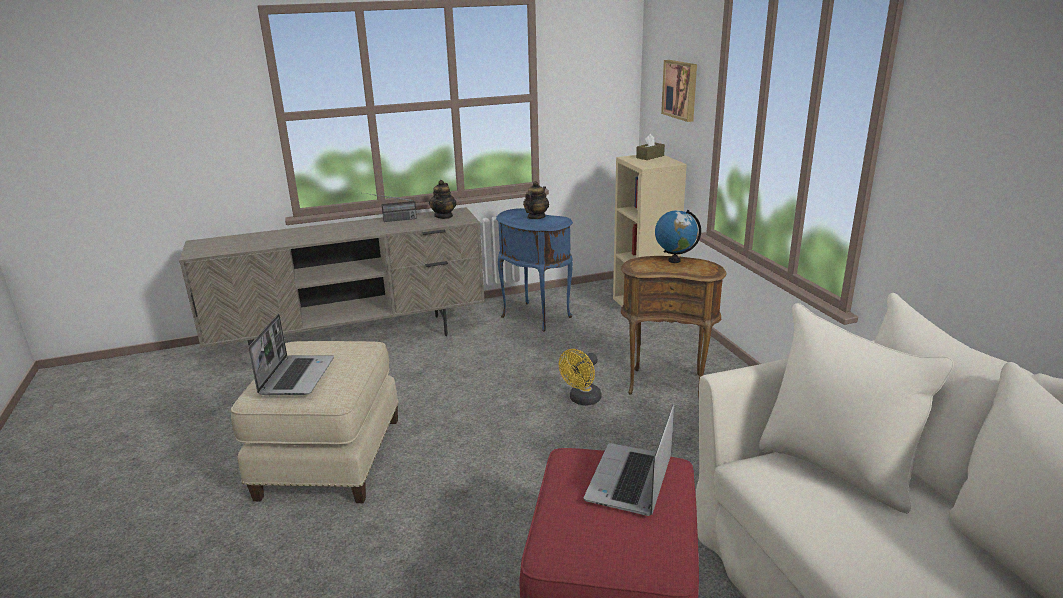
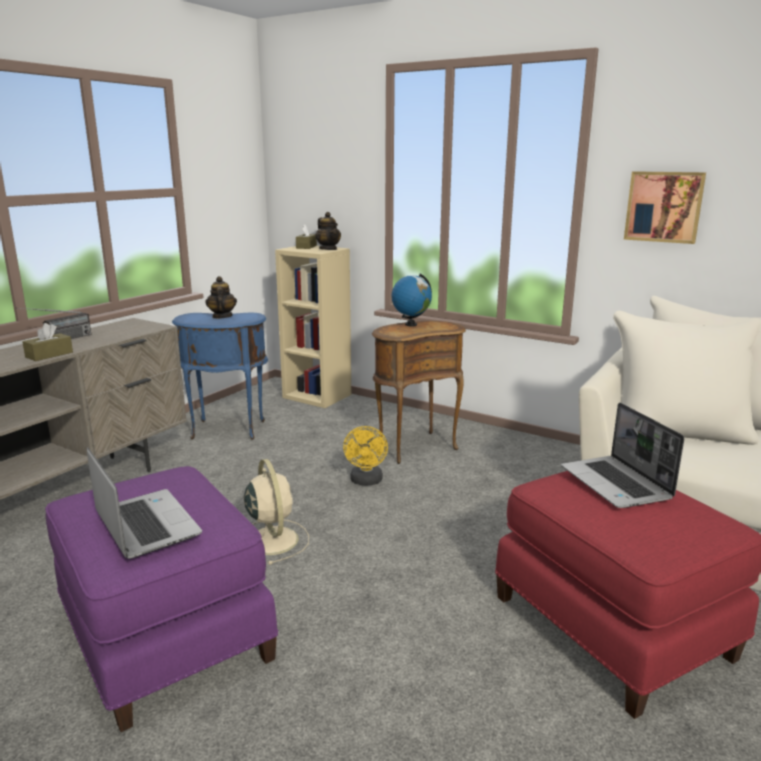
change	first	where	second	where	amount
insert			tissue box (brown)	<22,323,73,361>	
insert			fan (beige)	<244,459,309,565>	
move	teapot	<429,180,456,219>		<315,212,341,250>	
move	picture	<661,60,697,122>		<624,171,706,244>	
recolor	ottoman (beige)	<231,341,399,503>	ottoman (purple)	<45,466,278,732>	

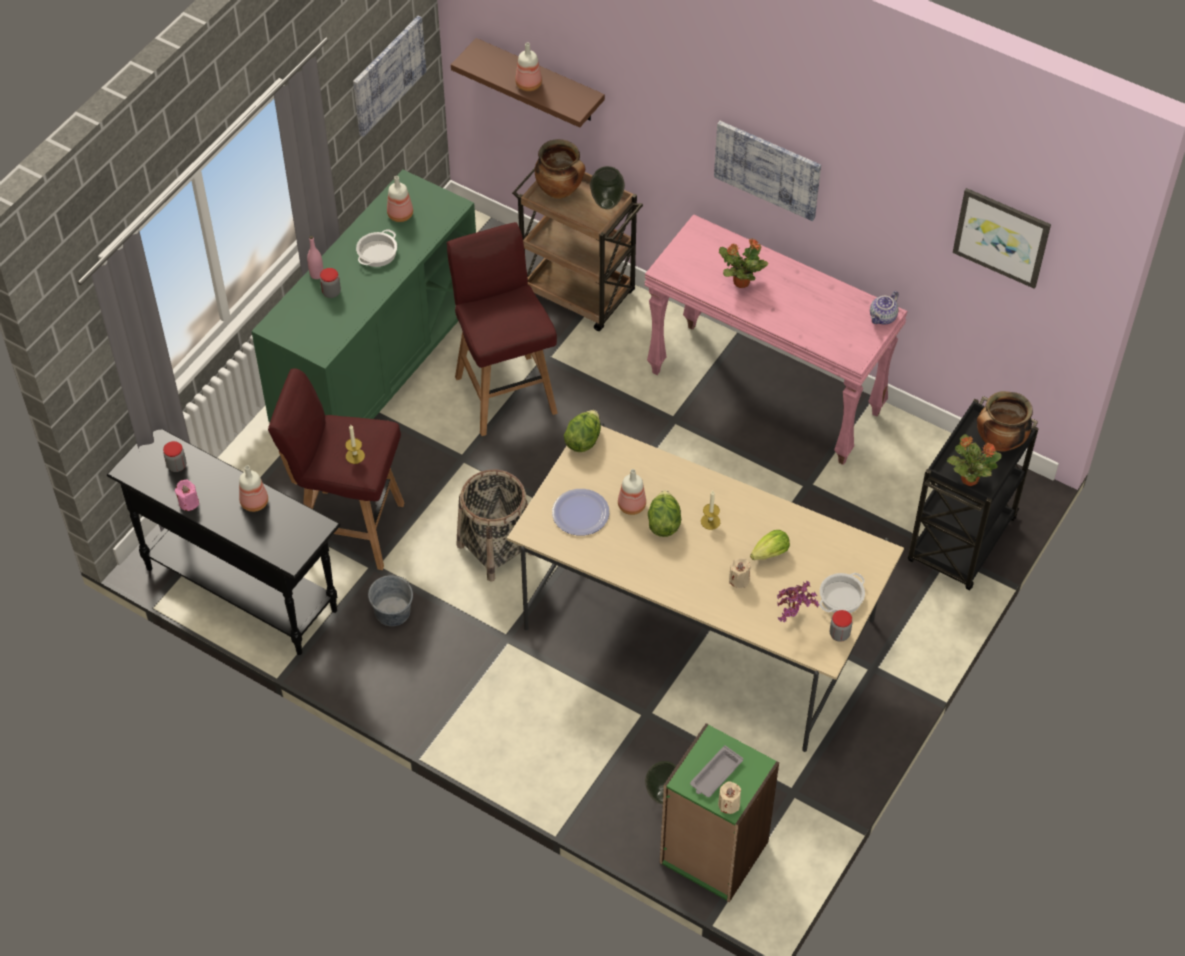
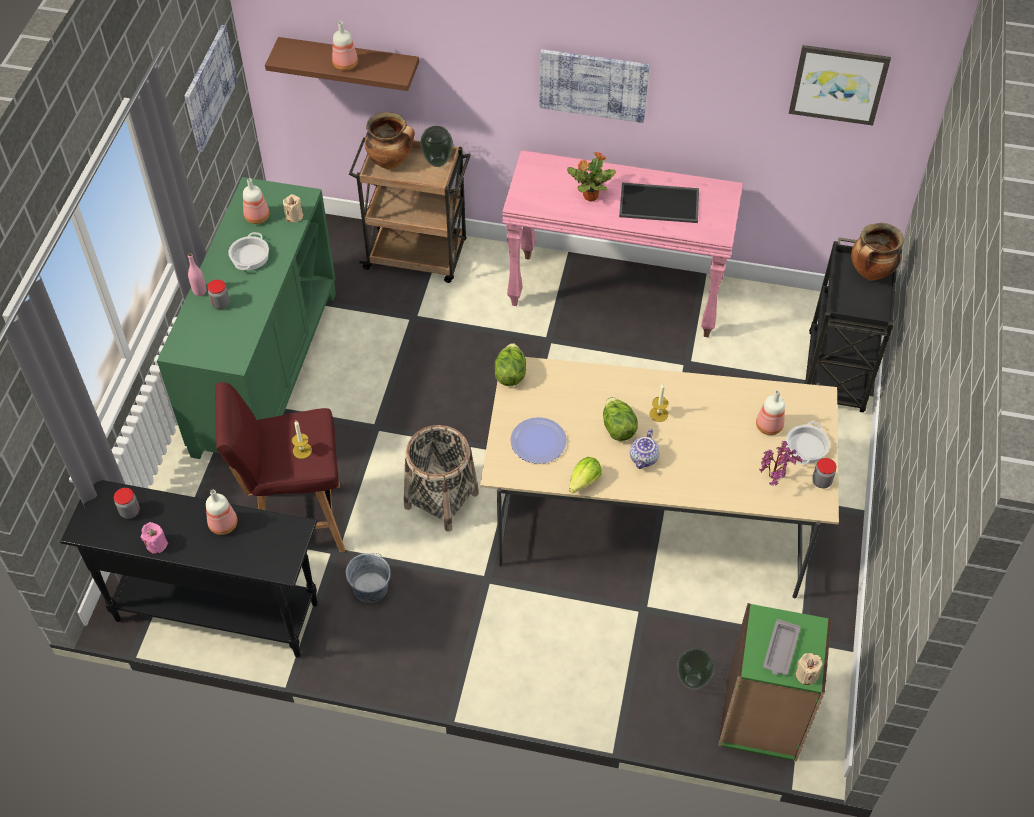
change	first	where	second	where	amount
delete	stool (red)	<447,222,557,436>			
delete	potted plant	<947,434,1002,486>			
insert			tray	<619,183,699,223>	
move	bottle	<618,469,646,515>		<756,390,785,435>	
move	candle (beige)	<729,558,751,588>		<283,194,303,222>	
move	lettuce	<750,530,790,560>		<569,457,601,493>	
move	teapot	<870,291,899,324>		<630,429,660,469>	

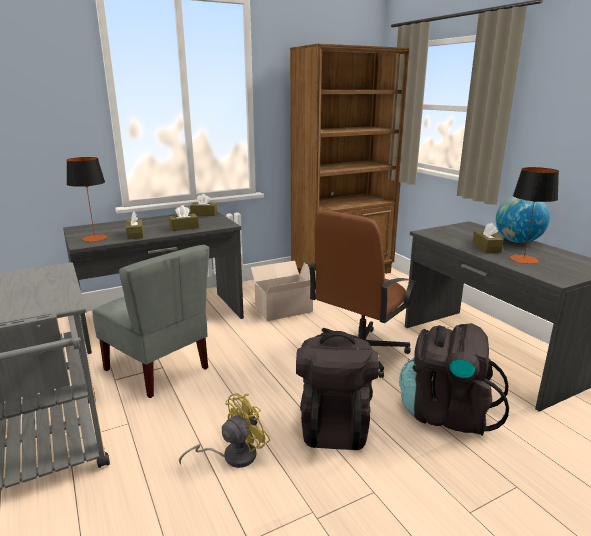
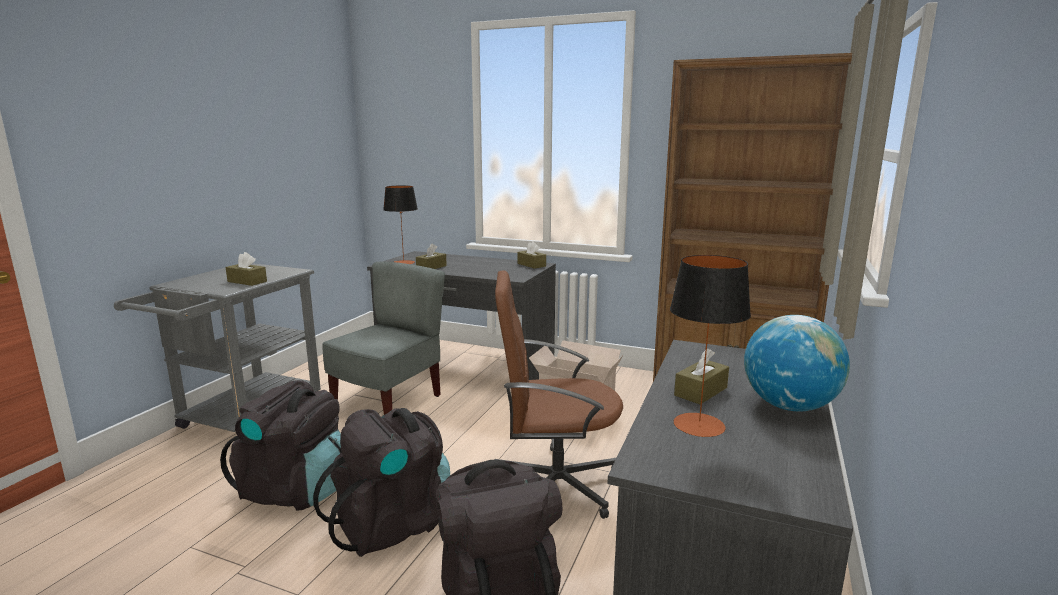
change	first	where	second	where	amount
move	tissue box (brown)	<169,205,199,231>		<226,252,267,286>	
replace	fan (yellow)	<179,393,270,468>	backpack (black)	<220,380,341,511>	
rotate	chair (grey)	<92,245,209,398>		<322,262,445,415>	150 degrees counterclockwise

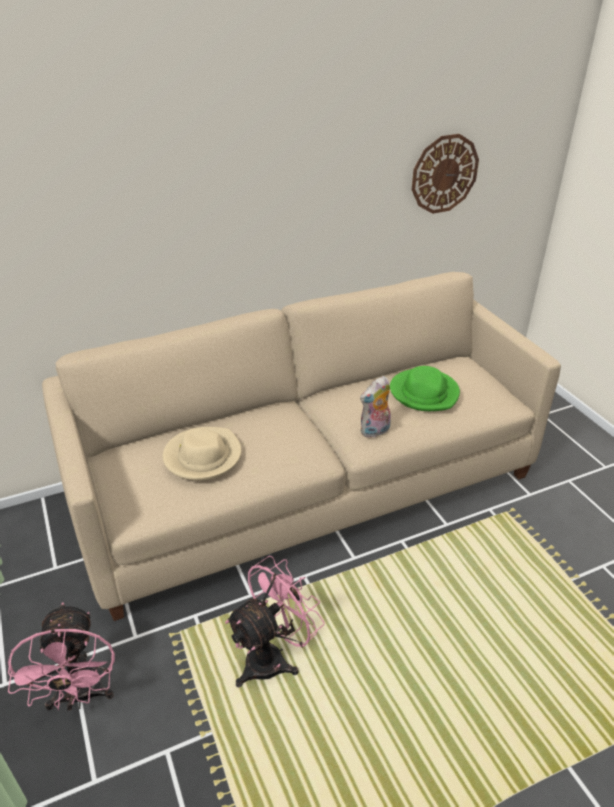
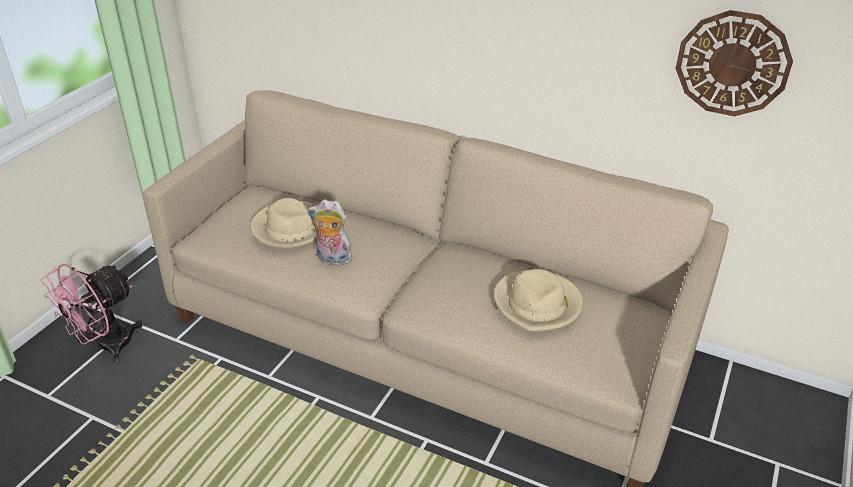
change	first	where	second	where	amount
delete	fan (pink)	<225,556,325,687>			
move	plush toy	<360,376,391,438>		<307,199,354,266>	
recolor	hat (green)	<390,366,460,411>	hat (beige)	<494,269,583,332>	

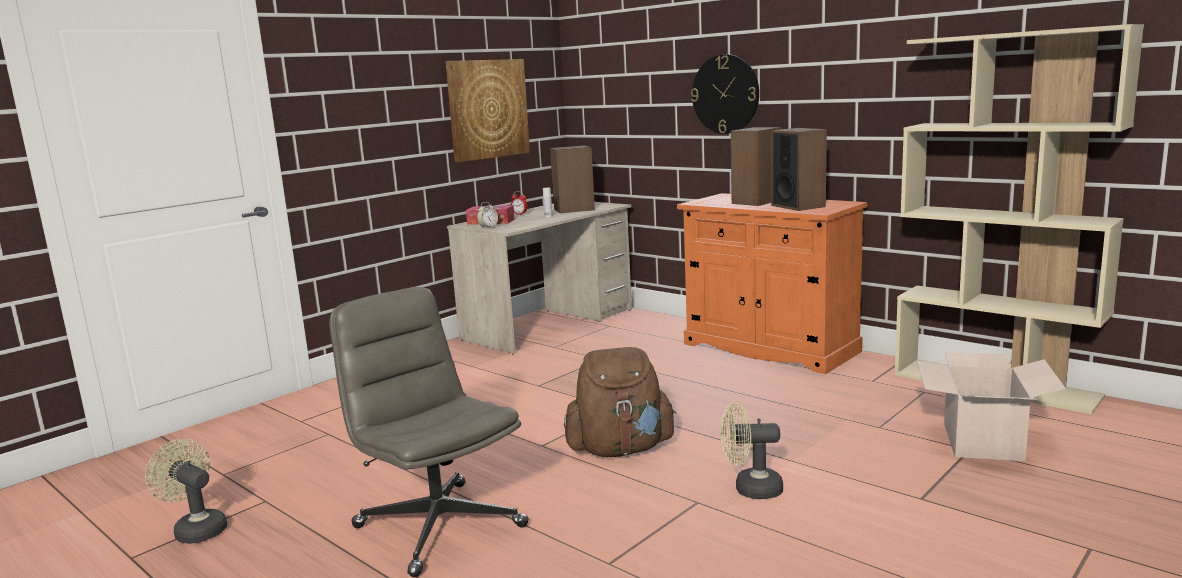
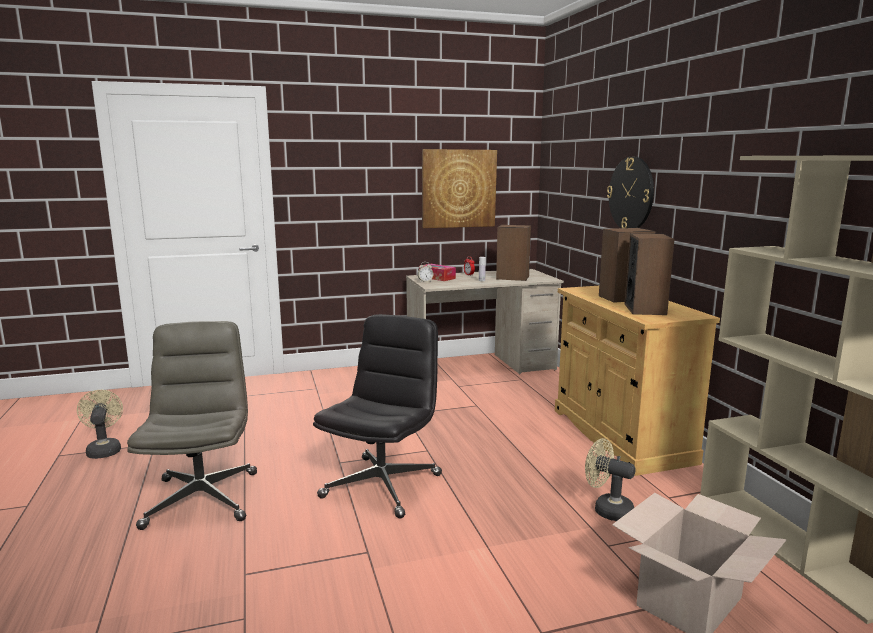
change	first	where	second	where	amount
move	fan (beige)	<720,403,783,499>		<585,438,636,521>	
replace	backpack (brown)	<564,347,676,457>	office chair (black)	<313,314,442,519>	
recolor	cabinet (orange)	<677,193,867,374>	cabinet (beige)	<555,286,720,476>	

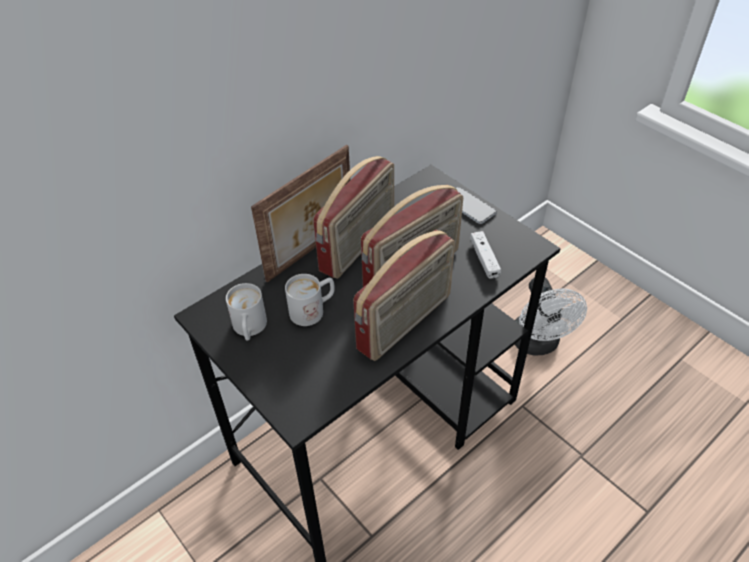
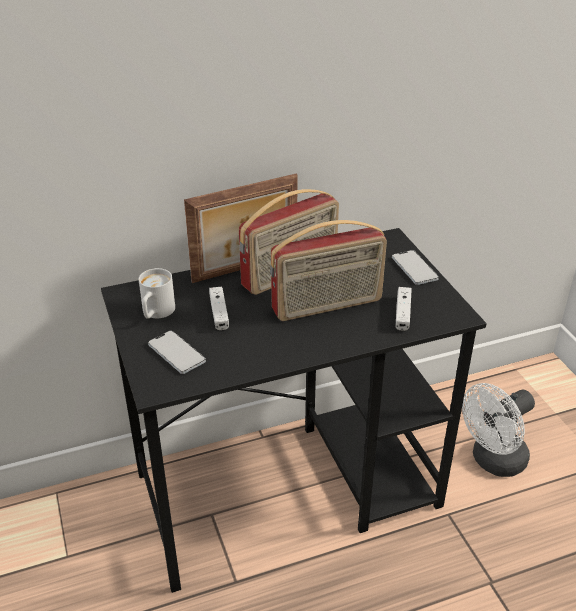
change	first	where	second	where	amount
delete	radio	<353,230,455,361>			
insert			phone	<148,331,206,374>	
replace	mug (white)	<285,274,335,326>	game controller (white)	<209,287,229,330>	
rotate	fan (white)	<514,277,587,355>		<462,383,535,477>	45 degrees clockwise

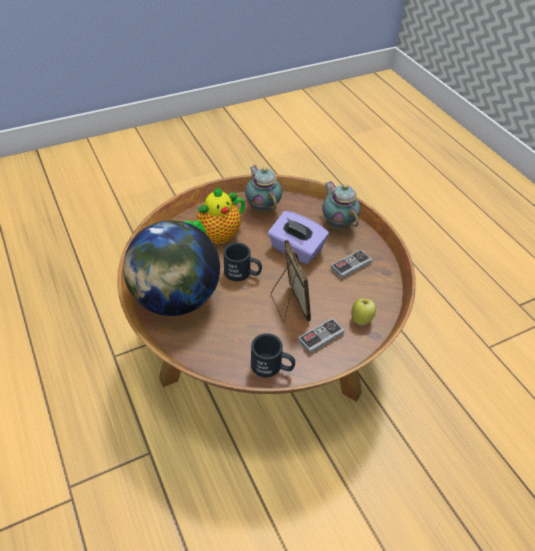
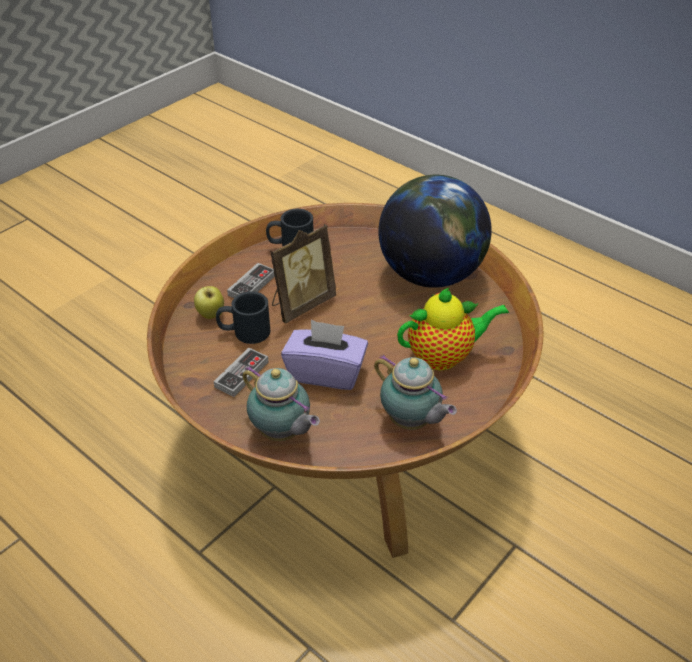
change	first	where	second	where	amount
move	mug (black)	<223,243,262,281>		<216,291,270,344>	
rotate	teapot	<183,187,245,244>		<397,288,509,371>	45 degrees clockwise
rotate	picture frame	<271,240,311,323>		<270,224,336,323>	90 degrees counterclockwise

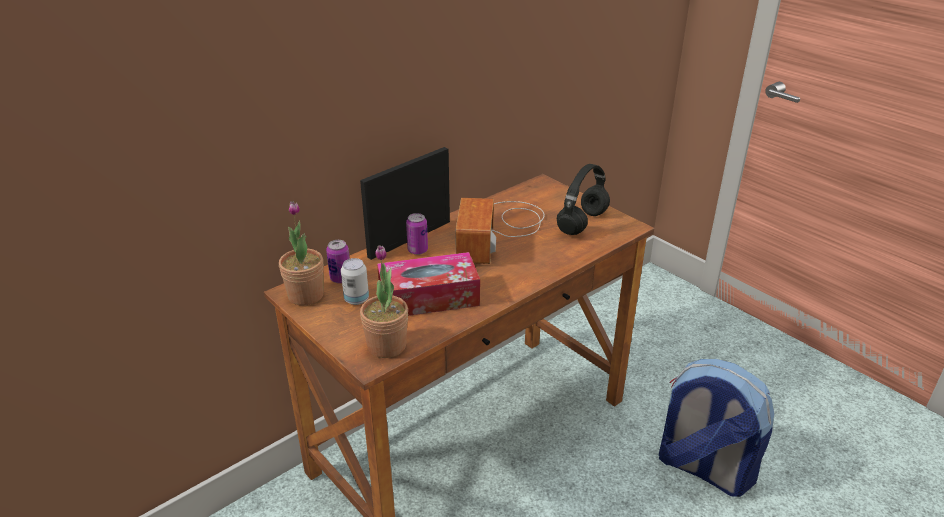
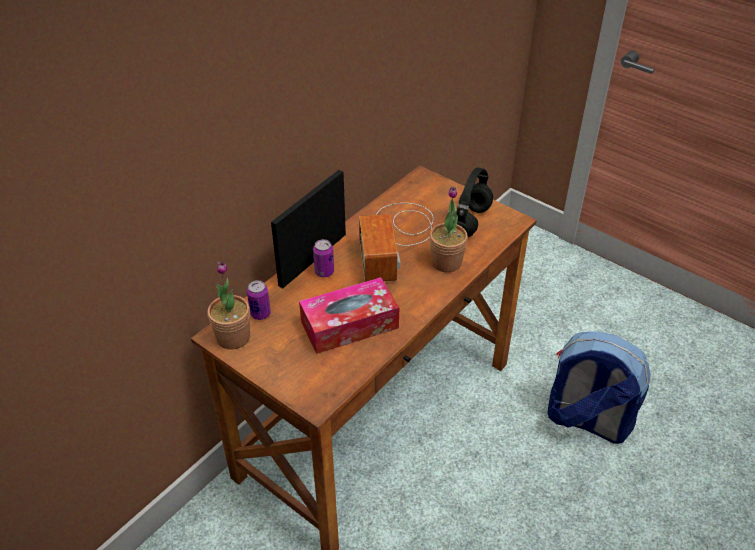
change	first	where	second	where	amount
delete	can	<341,258,369,305>			
move	potted plant	<360,245,408,358>		<430,187,468,272>	

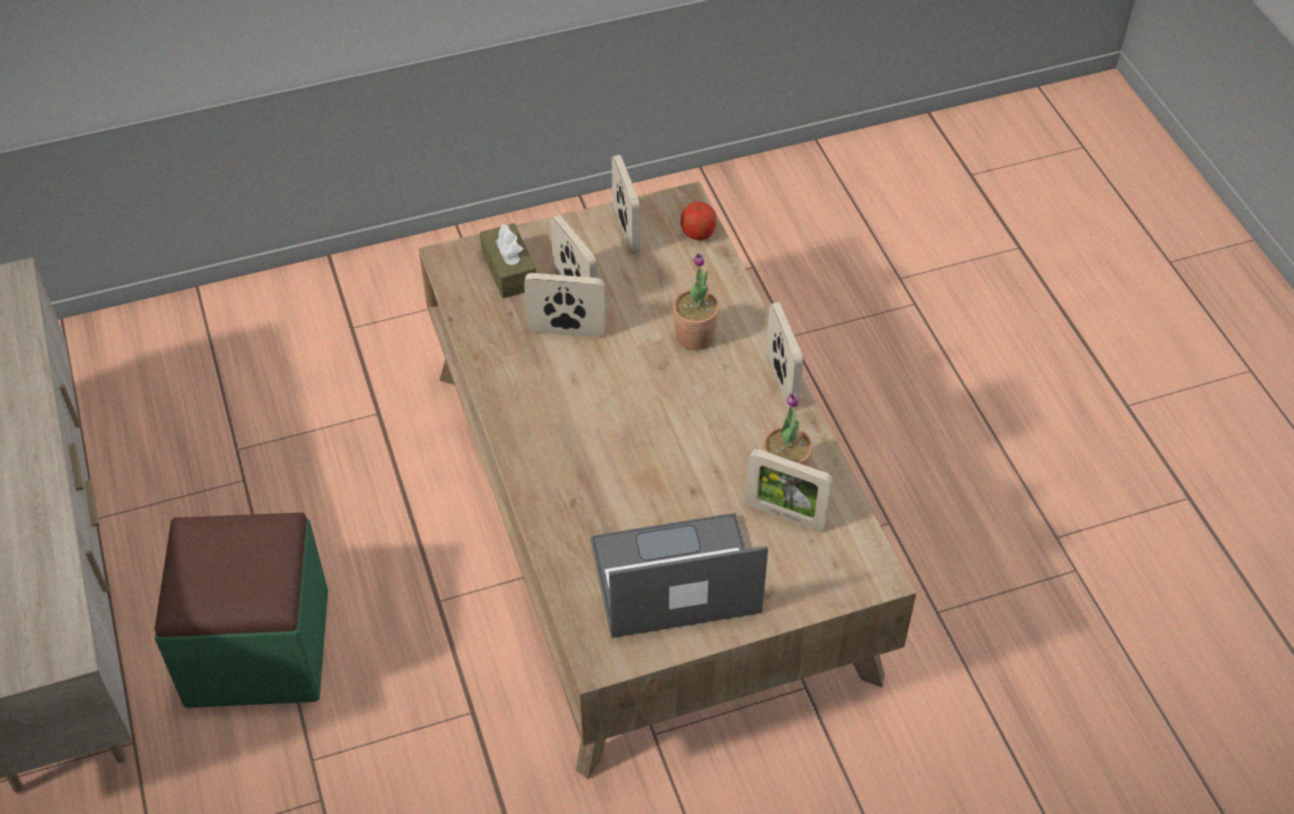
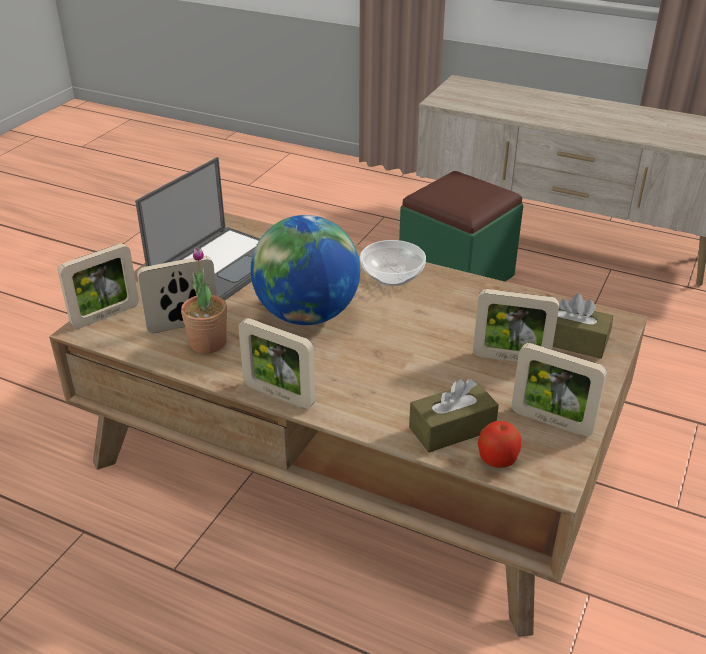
change	first	where	second	where	amount
delete	potted plant	<673,253,720,350>			
insert			globe	<251,215,360,325>	
insert			bowl	<360,240,426,286>	
insert			tissue box (brown)	<409,379,499,453>	
move	picture frame	<524,273,605,337>		<58,243,139,329>	

